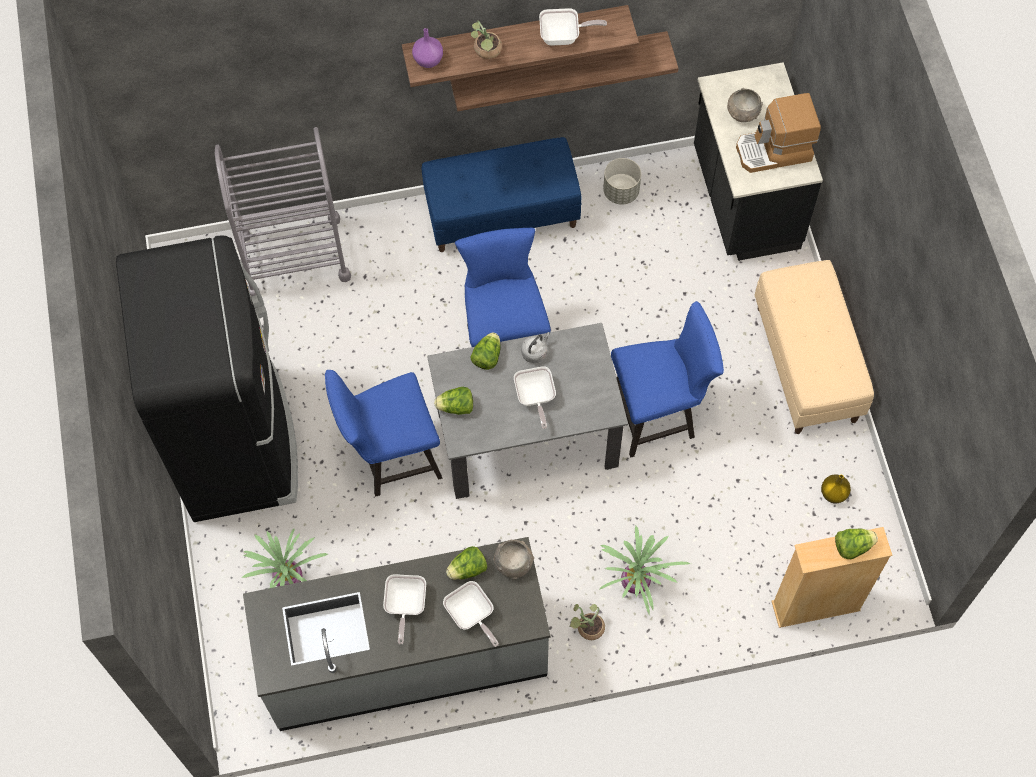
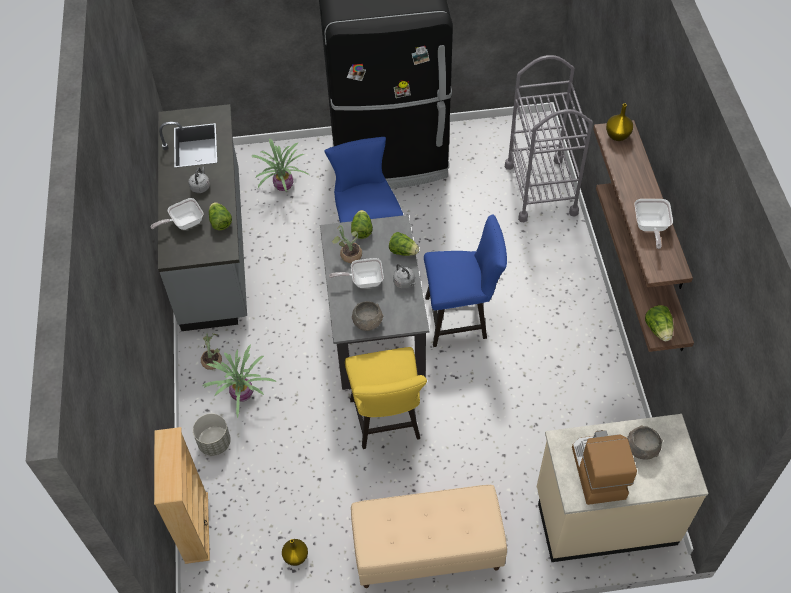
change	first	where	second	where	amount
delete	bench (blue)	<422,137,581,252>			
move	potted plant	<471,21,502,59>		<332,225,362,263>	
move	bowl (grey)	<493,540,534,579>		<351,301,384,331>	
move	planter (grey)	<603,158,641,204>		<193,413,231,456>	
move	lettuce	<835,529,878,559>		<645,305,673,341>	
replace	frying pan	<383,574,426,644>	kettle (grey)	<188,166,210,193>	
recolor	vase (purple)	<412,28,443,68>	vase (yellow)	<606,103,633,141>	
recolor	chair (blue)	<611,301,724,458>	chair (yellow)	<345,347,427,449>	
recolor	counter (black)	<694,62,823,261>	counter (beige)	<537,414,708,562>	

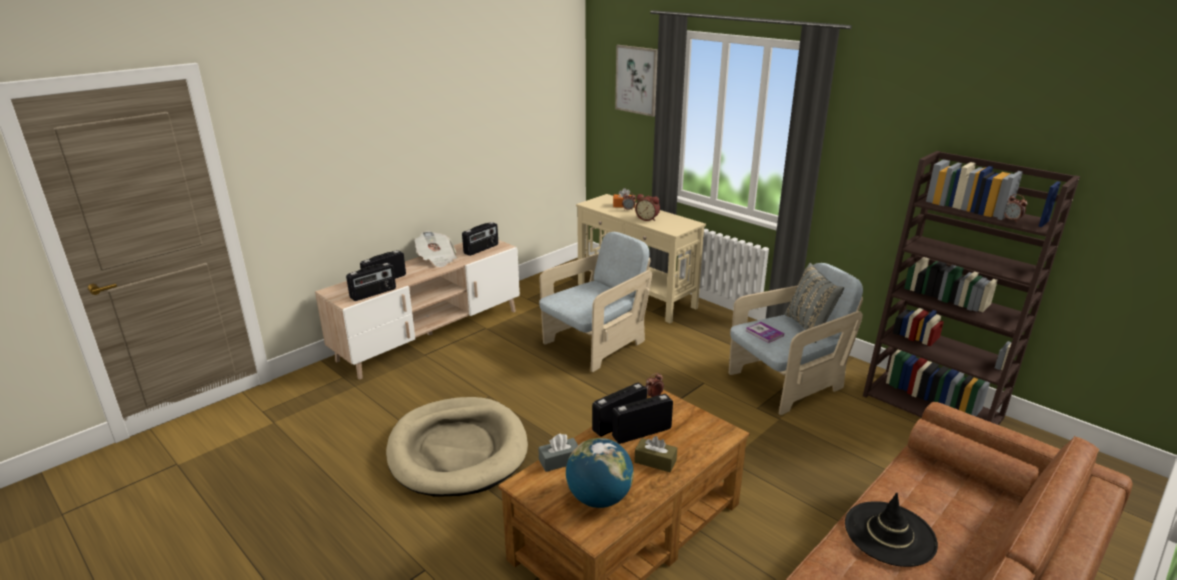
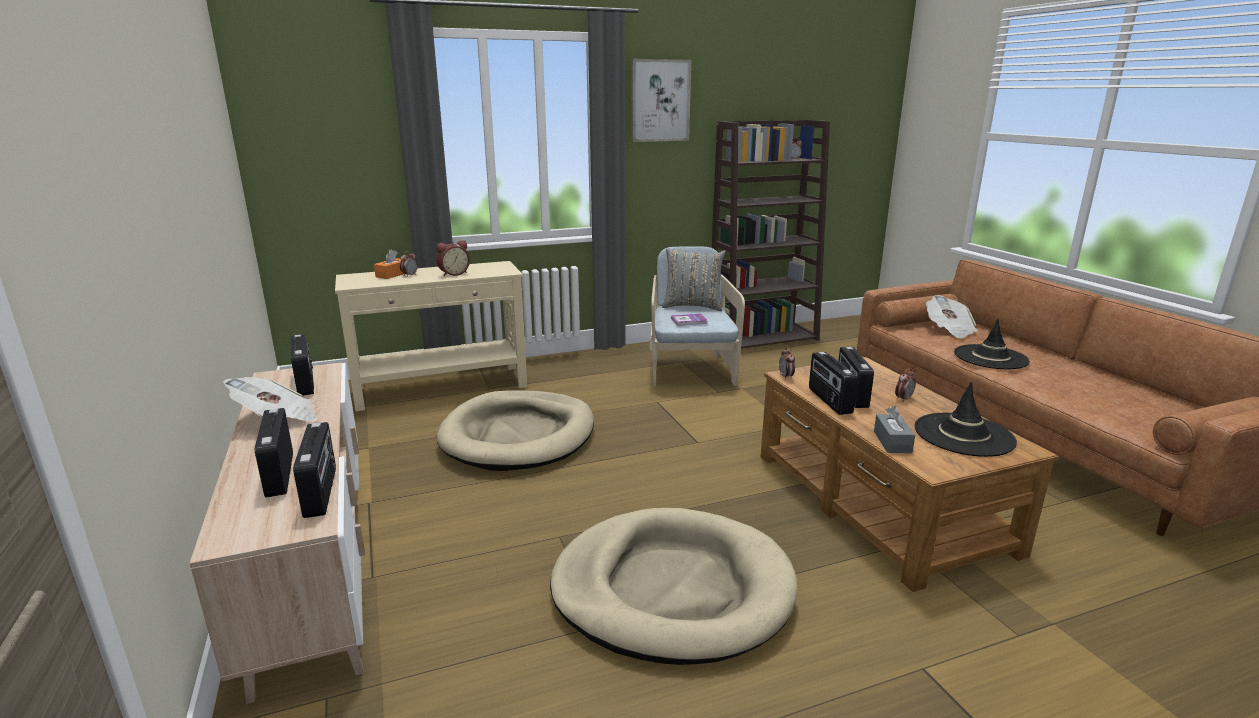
change	first	where	second	where	amount
insert			newspaper	<926,295,978,338>	
move	picture	<615,45,658,117>		<632,59,691,142>	
replace	armchair (beige)	<539,232,652,372>	dog bed (beige)	<437,390,594,471>	
replace	globe	<566,438,634,508>	hat (black)	<915,382,1017,457>	
replace	tissue box (brown)	<634,436,677,472>	alarm clock	<895,368,916,402>	

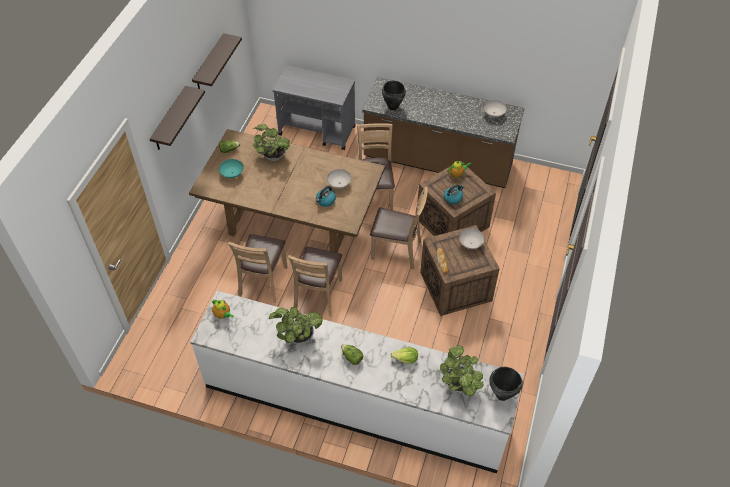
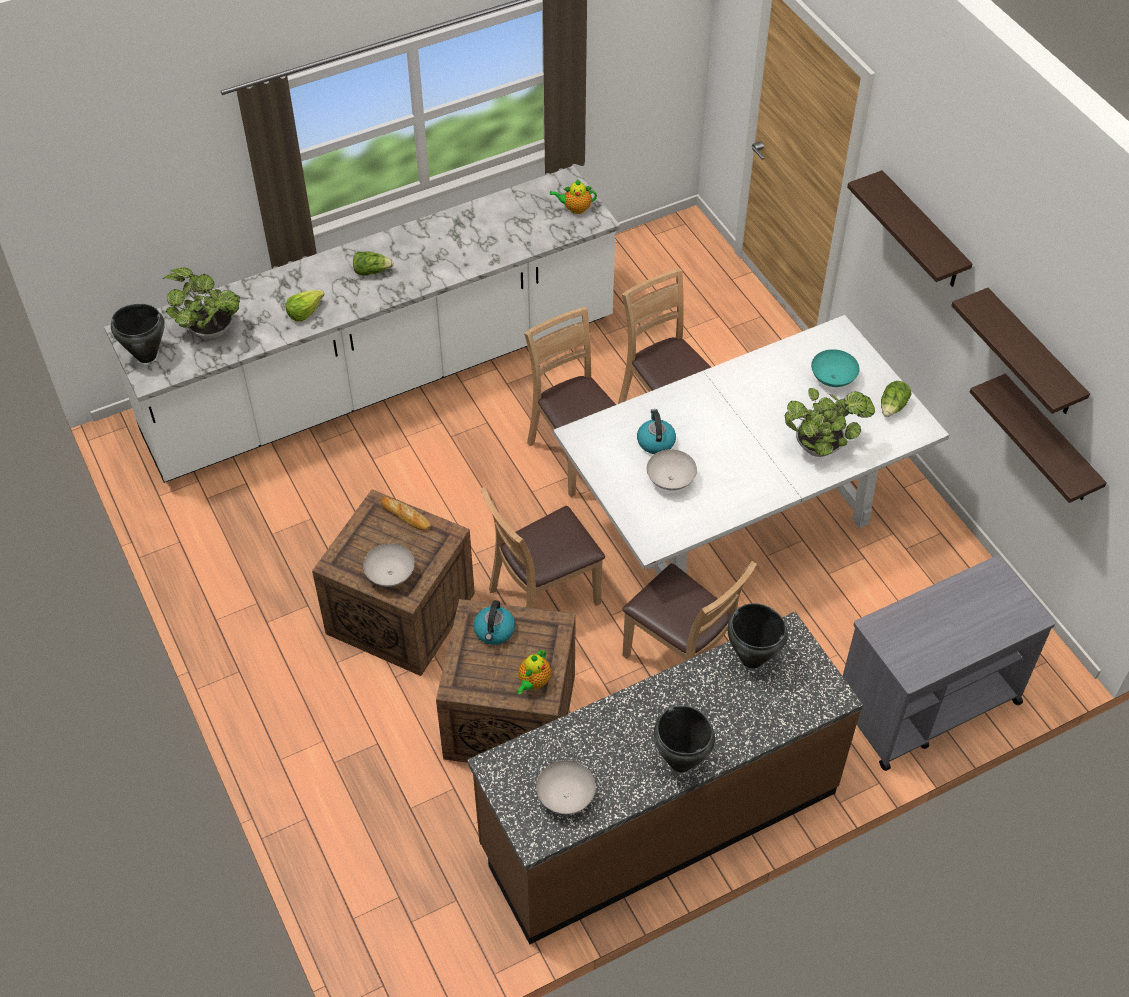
change	first	where	second	where	amount
delete	potted plant	<269,307,323,344>			
insert			cooking pot (black)	<654,705,715,772>	
insert			shelf	<970,374,1107,503>	
recolor	dining table (brown)	<189,129,385,253>	dining table (white)	<553,315,949,575>	

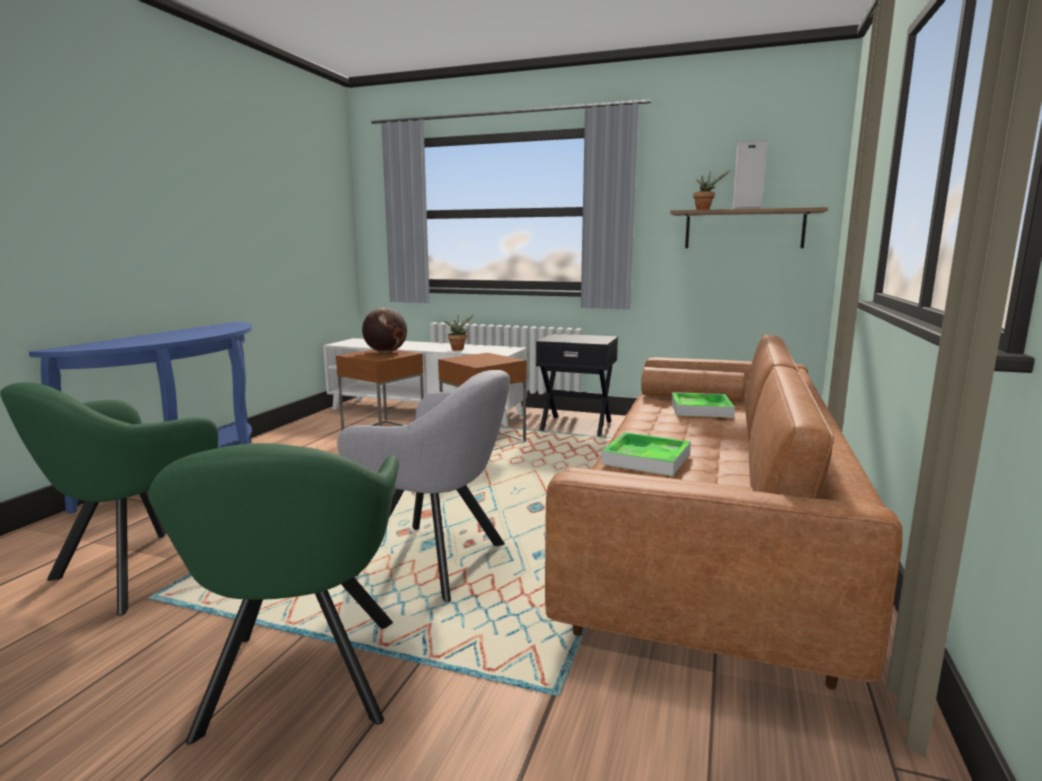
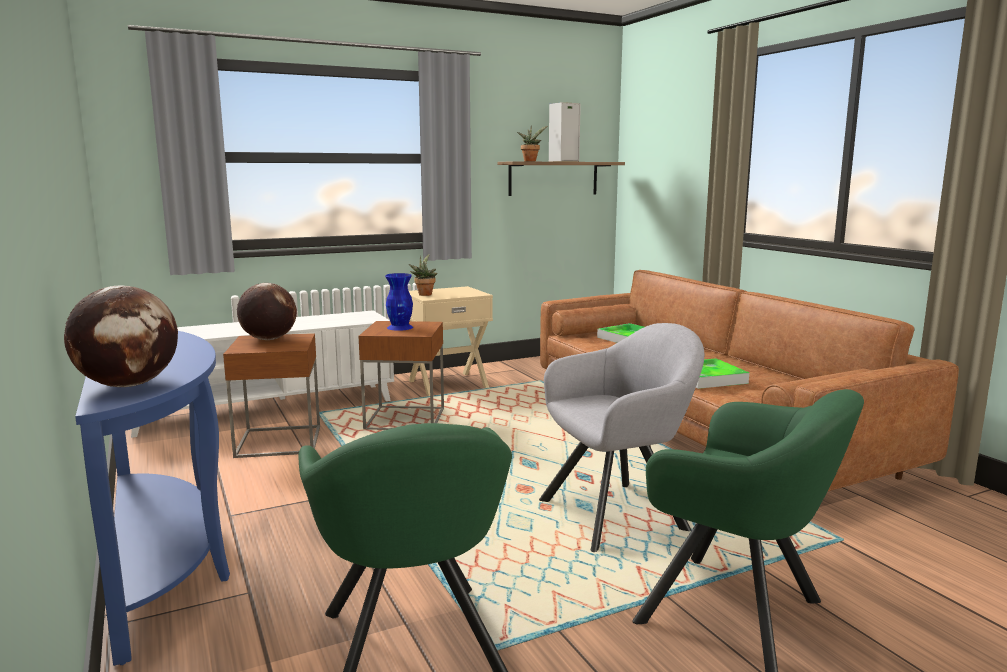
change	first	where	second	where	amount
insert			globe	<64,286,178,387>	
insert			vase (blue)	<385,273,413,331>	
move	potted plant	<445,314,475,351>		<409,254,438,296>	
recolor	nightstand (black)	<536,334,618,436>	nightstand (beige)	<409,286,493,396>	

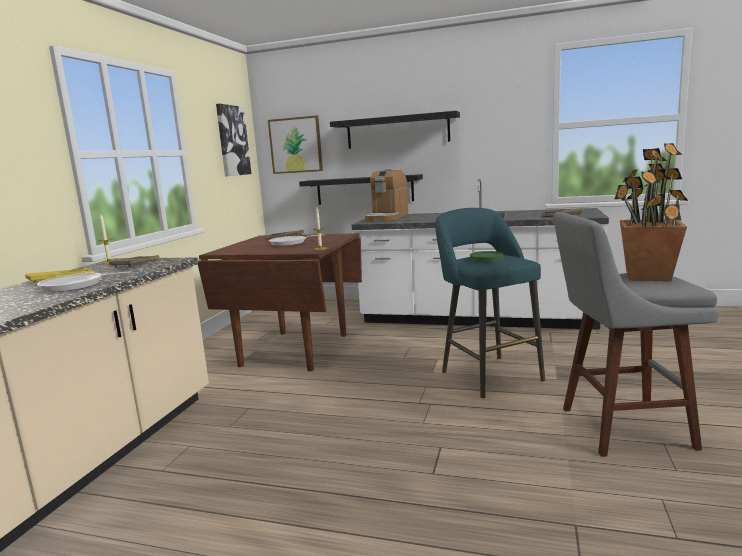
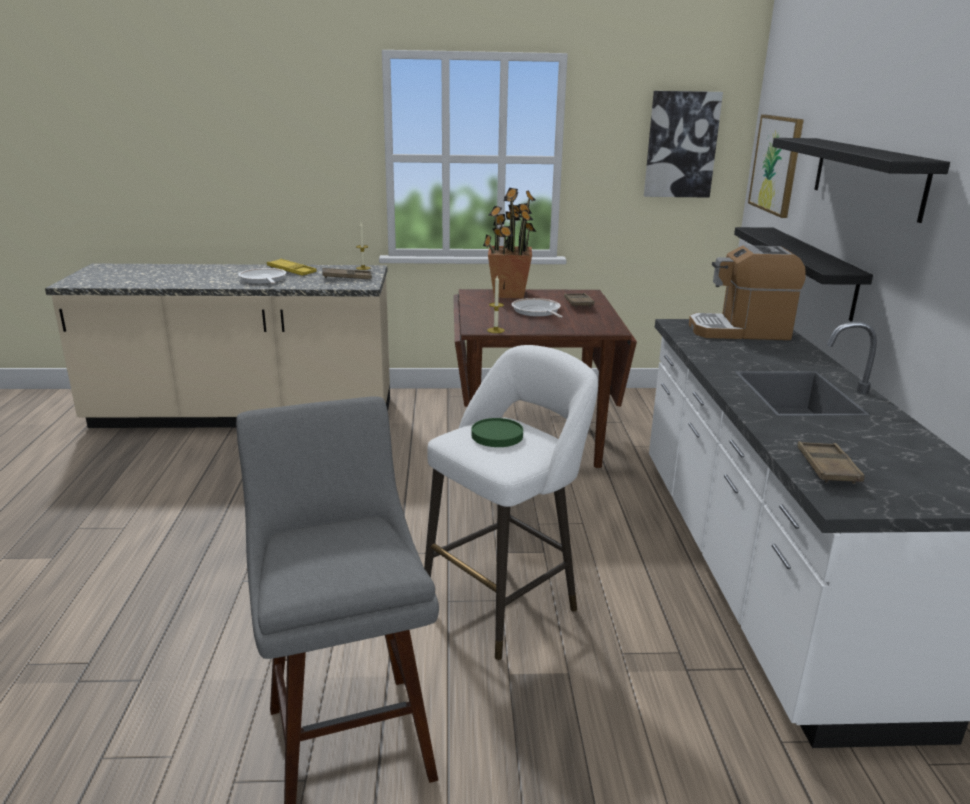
change	first	where	second	where	amount
move	potted plant	<615,143,689,282>		<483,188,536,298>	
recolor	stool (turquoise)	<435,208,545,398>	stool (white)	<424,345,598,660>	

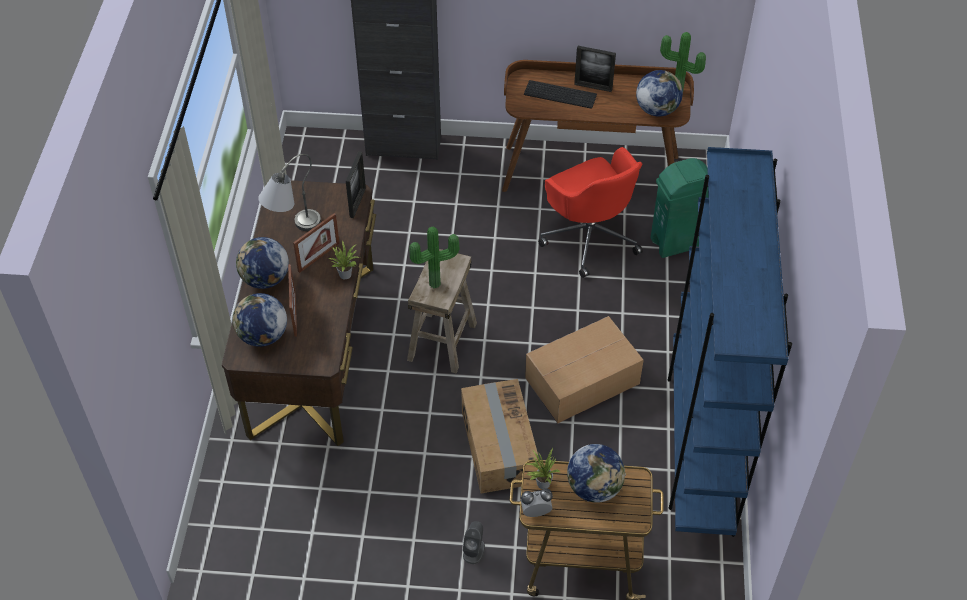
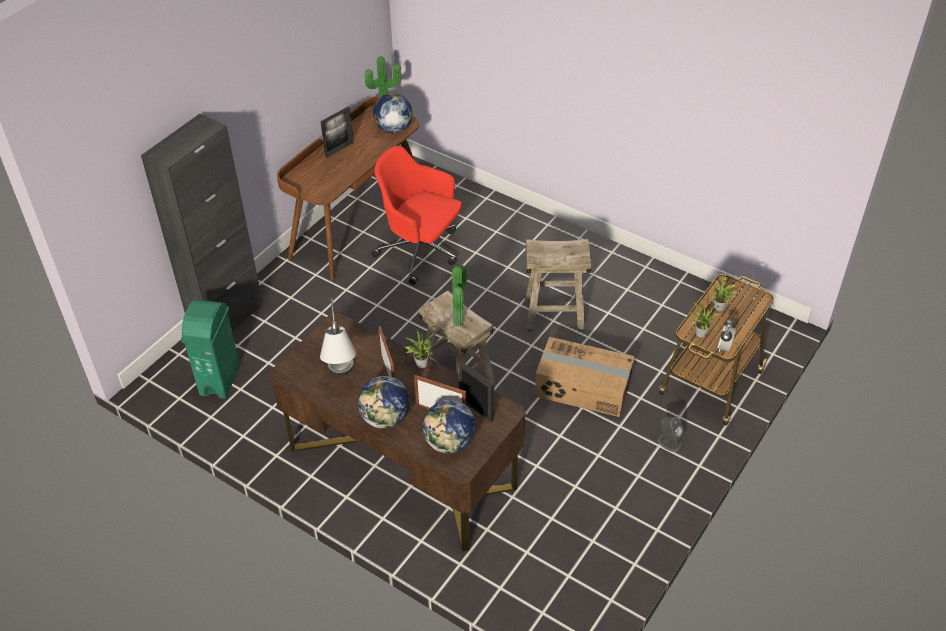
change	first	where	second	where	amount
delete	keyboard	<524,80,597,109>			
delete	bookcase (blue)	<668,147,792,537>			
move	picture frame	<346,151,366,218>		<458,361,494,422>	
move	trash can (green)	<651,158,709,258>		<181,299,240,399>	
replace	cardboard box	<525,316,643,423>	stool (beige)	<525,239,591,332>	
replace	globe	<567,444,626,503>	potted plant	<710,277,739,311>	
rotate	office chair (red)	<538,147,643,278>		<371,146,462,285>	150 degrees counterclockwise

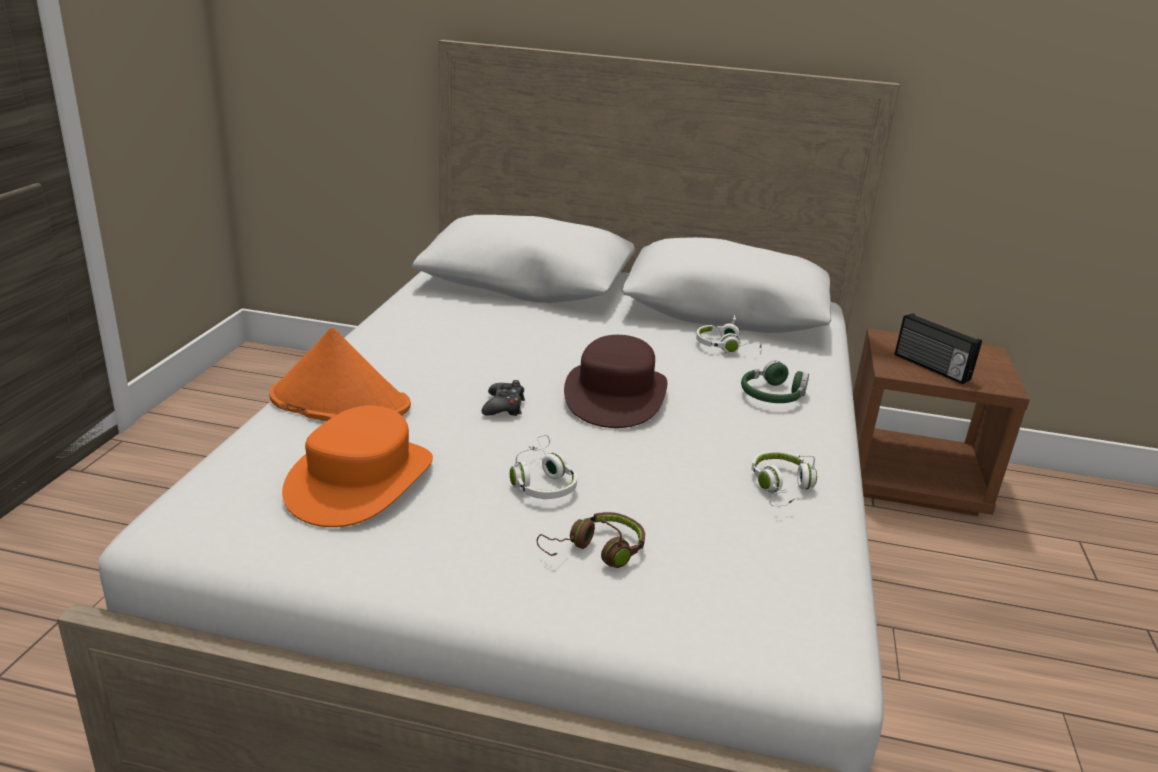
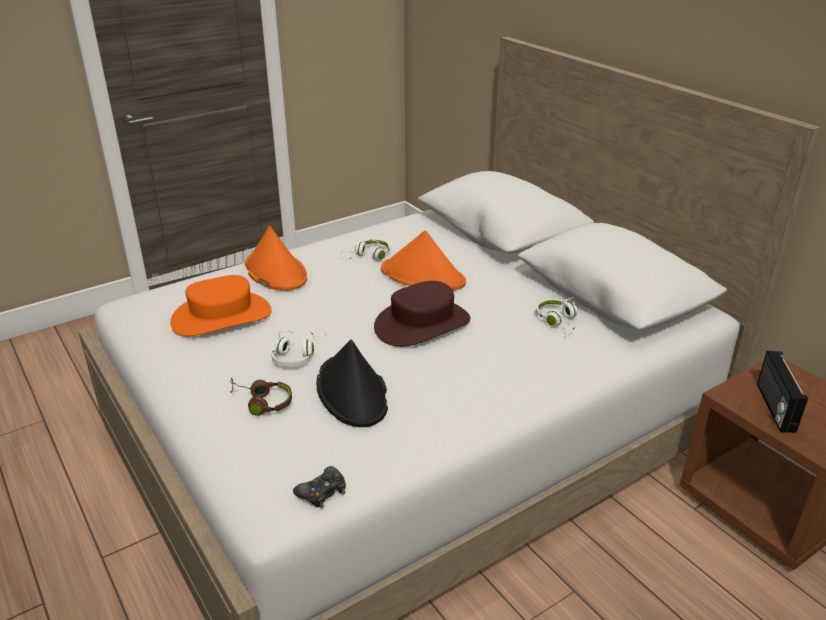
change	first	where	second	where	amount
delete	headphones (green)	<741,360,809,403>			
insert			hat (black)	<316,339,388,427>	
insert			hat (orange)	<381,230,466,291>	
move	game controller (black)	<482,380,525,416>		<293,466,346,508>	
move	headphones (white)	<751,451,817,506>		<341,238,390,261>	

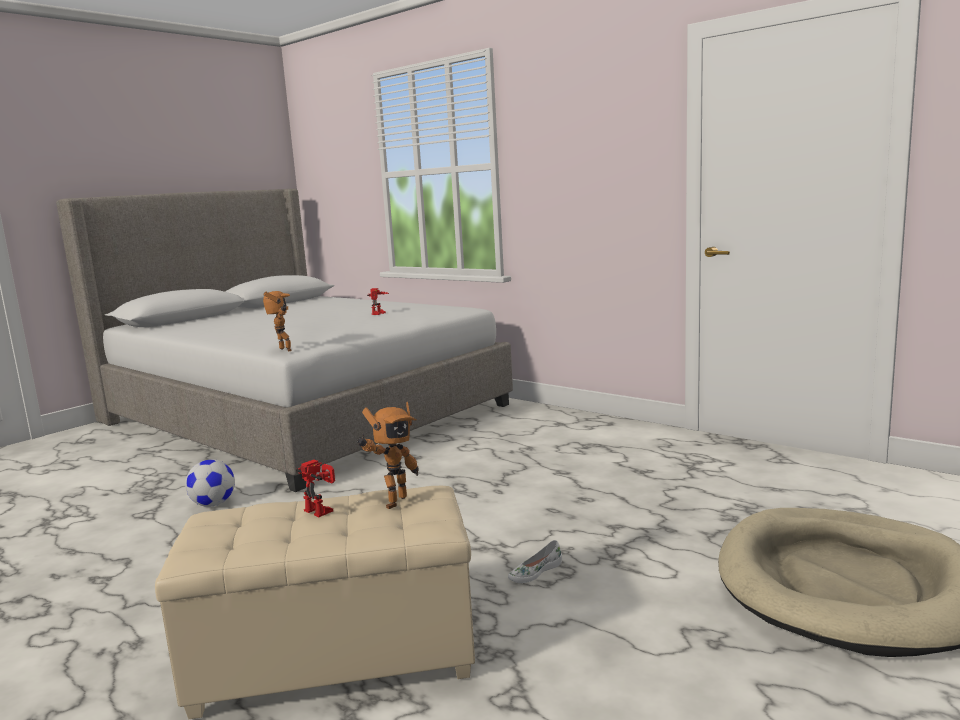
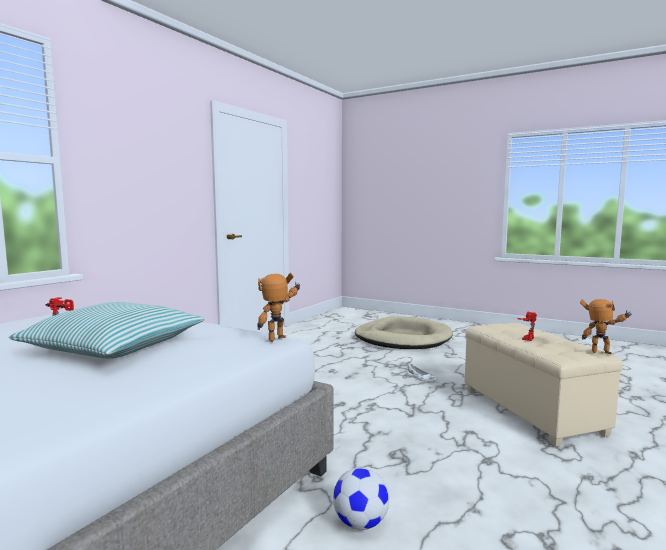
change	first	where	second	where	amount
insert			pillow	<9,302,205,358>	
move	toy robot	<357,402,419,509>		<580,299,632,354>	

